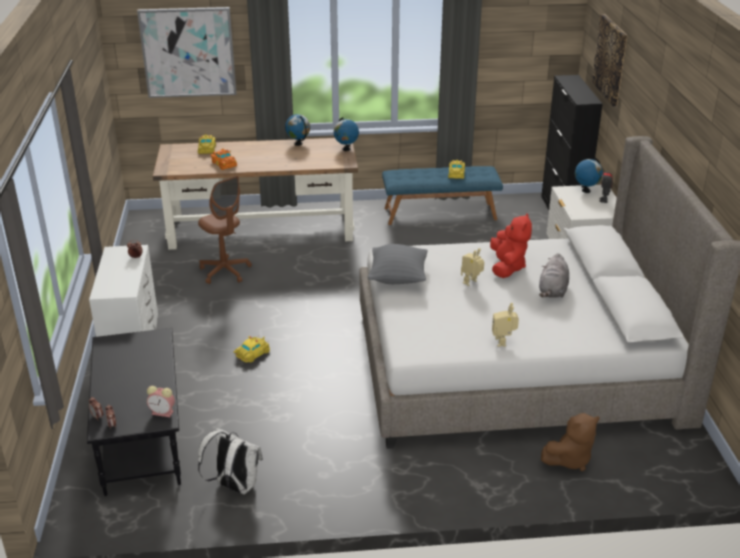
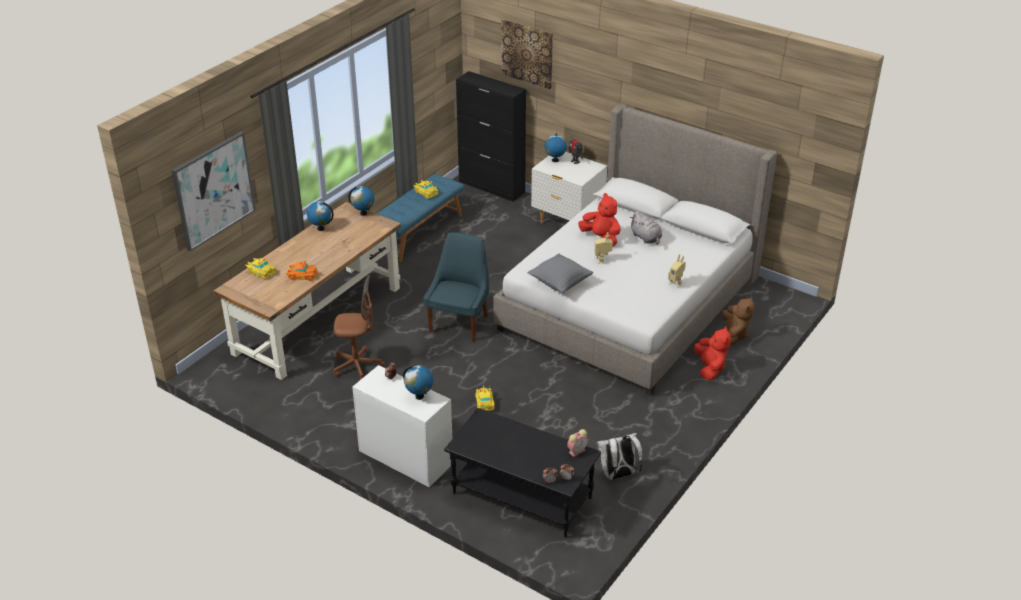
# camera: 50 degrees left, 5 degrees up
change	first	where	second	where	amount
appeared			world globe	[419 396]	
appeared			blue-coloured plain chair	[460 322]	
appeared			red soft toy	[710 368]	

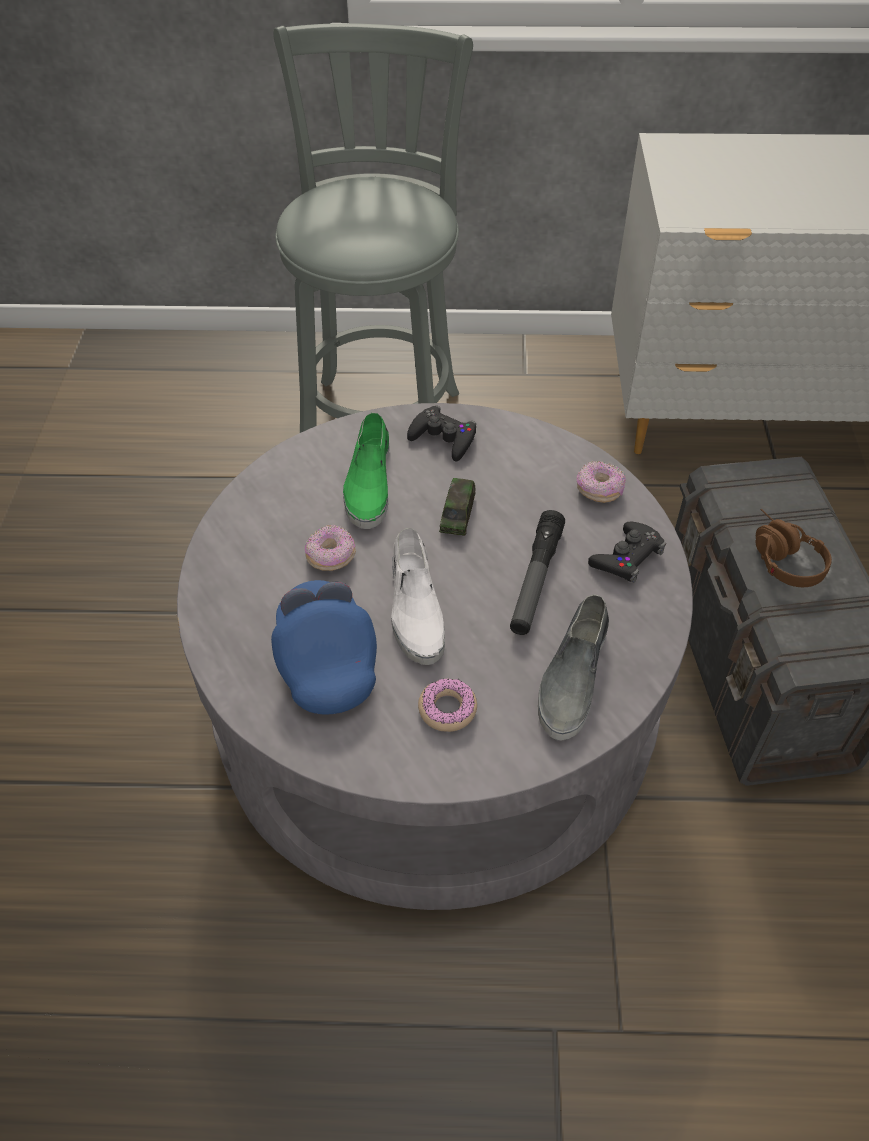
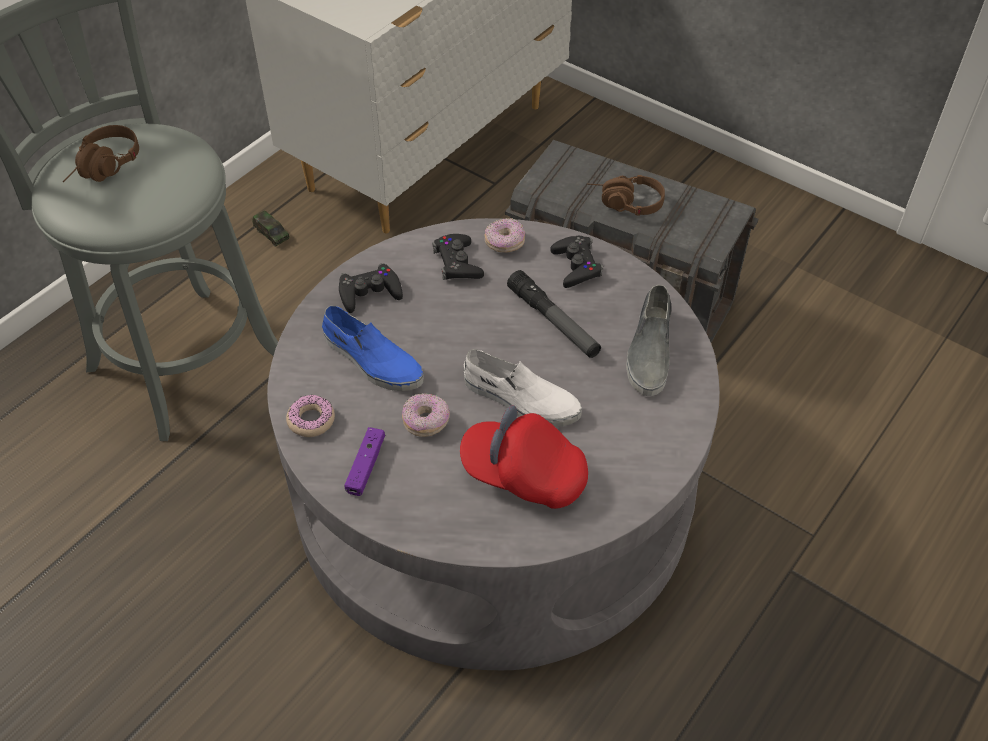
# camera: 55 degrees left, 0 degrees up
change	first	where	second	where	amount
colour	blue-coloured peaked cap	[326 660]	red peaked cap	[523 475]	
colour	green shoe	[369 483]	blue-coloured shoe	[372 360]	
relocated	doughnut	[447 709]		[311 420]	
relocated	miniature car	[457 515]		[271 234]	
spun	grey shoe	[572 677]		[649 351]	45 degrees clockwise
appeared			brown pair of headphones	[104 169]	
appeared			purple-coloured joypad	[366 466]	
appeared			black joypad	[457 263]	

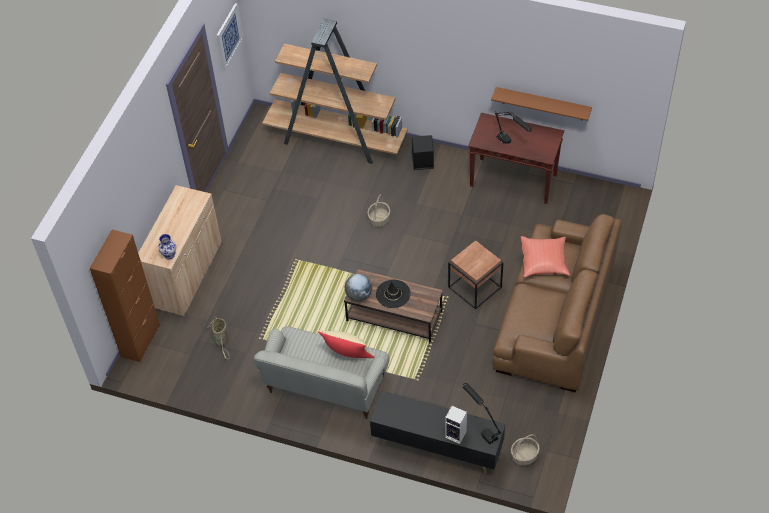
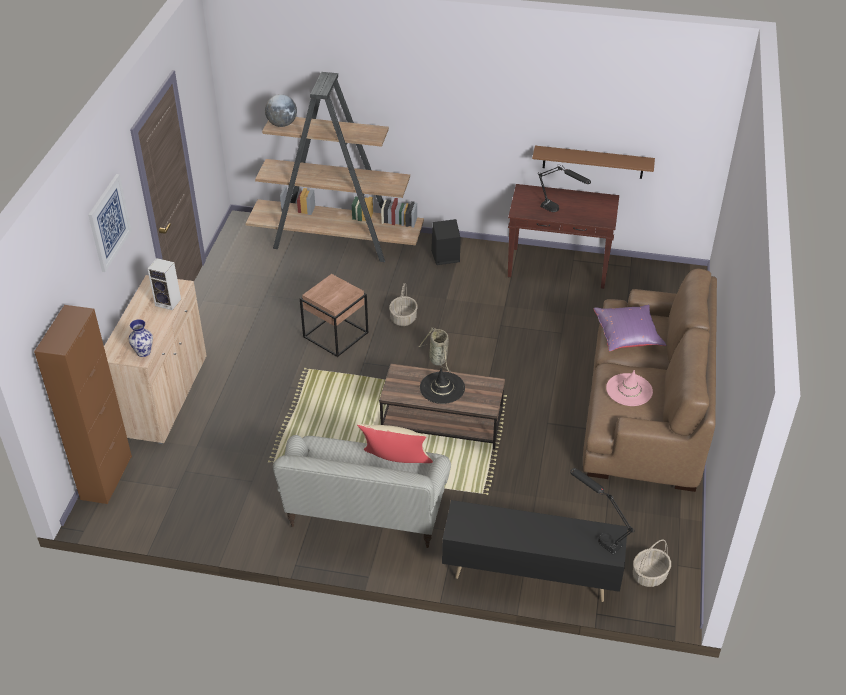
# camera: 10 degrees left, 10 degrees down
change	first	where	second	where	amount
relocated	household basket	[221 341]		[439 361]	
relocated	picture	[229 36]		[109 222]	
relocated	world globe	[359 295]		[282 124]	
relocated	loudspeaker	[456 435]		[169 302]	
relocated	brown side table	[475 287]		[335 334]	
colour	red cushion	[544 262]	purple-coloured cushion	[627 336]	
appeared			pink hat	[629 390]	

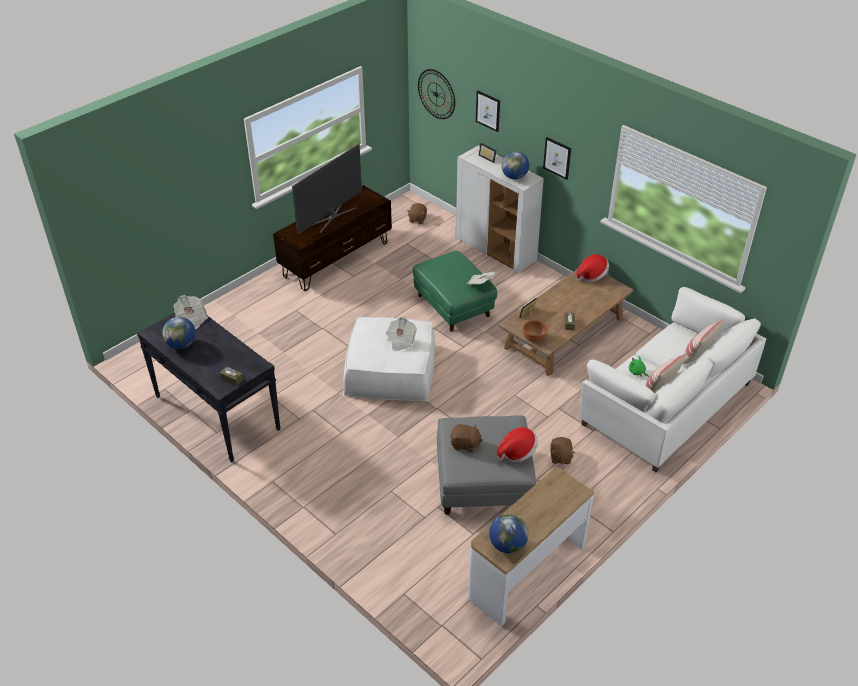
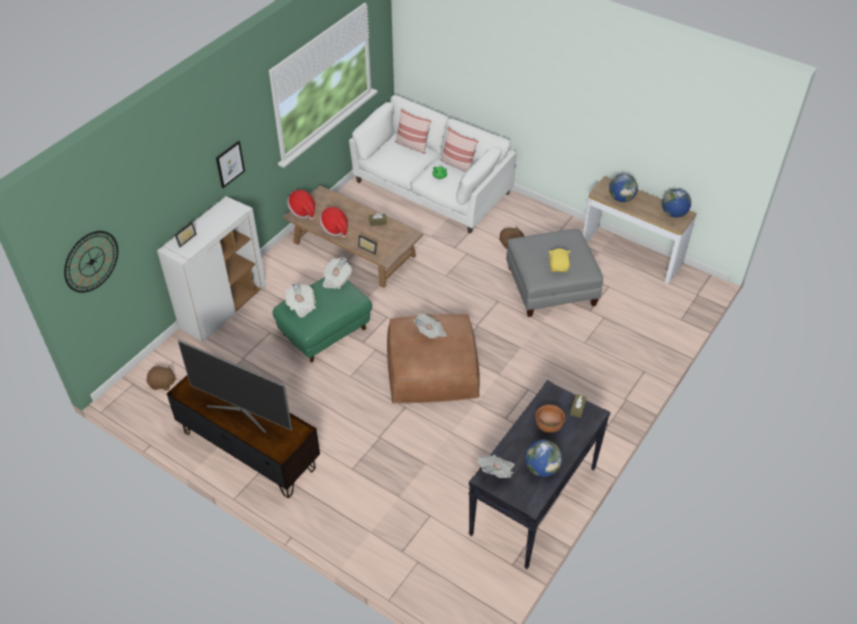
# camera: 100 degrees left, 5 degrees up
change	first	where	second	where	amount
colour	whitish ottoman	[390 369]	brown ottoman	[432 367]	
colour	brown soft toy	[465 444]	yellowish soft toy	[558 267]	
missing	picture	[488 110]			
relocated	hat	[517 452]		[335 228]	
relocated	world globe	[514 177]		[621 198]	
relocated	brown deep dish	[534 338]		[549 426]	
appeared			daily paper	[301 305]	

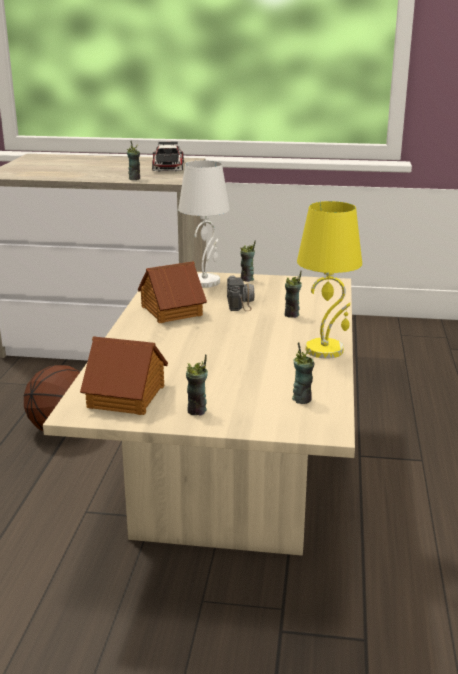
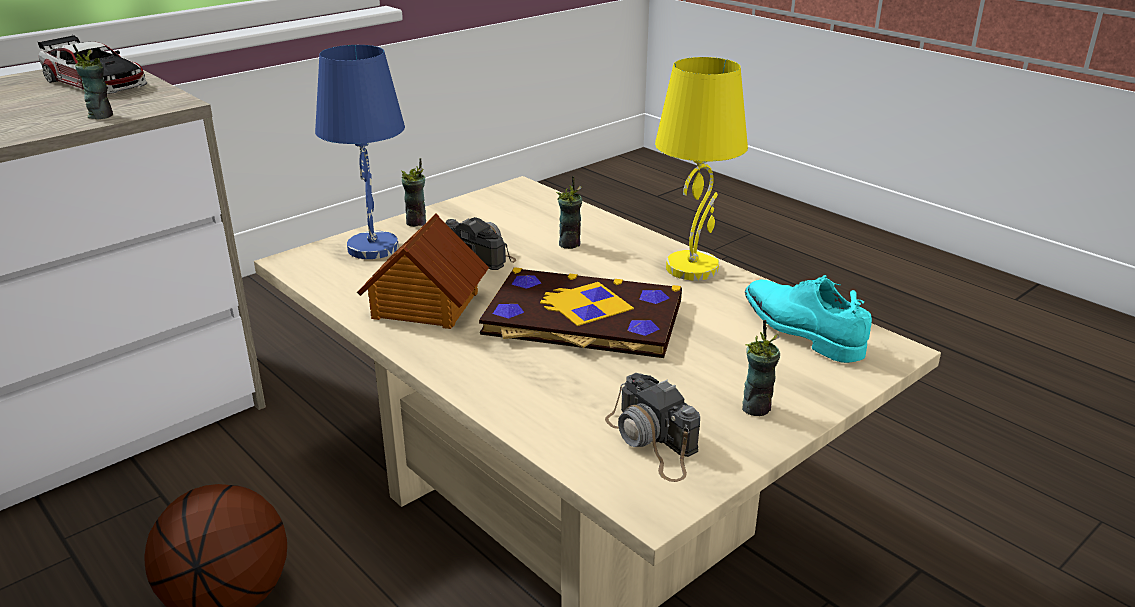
# camera: 50 degrees left, 5 degrees up
change	first	where	second	where	amount
exchanged	toy house	[127 396]	still camera	[653 441]	
colour	whitish lamp for a table	[205 282]	blue-coloured lamp for a table	[372 247]	
exchanged	small cup	[302 399]	turquoise-coloured shoe	[800 331]	
appeared			bound book	[582 319]	

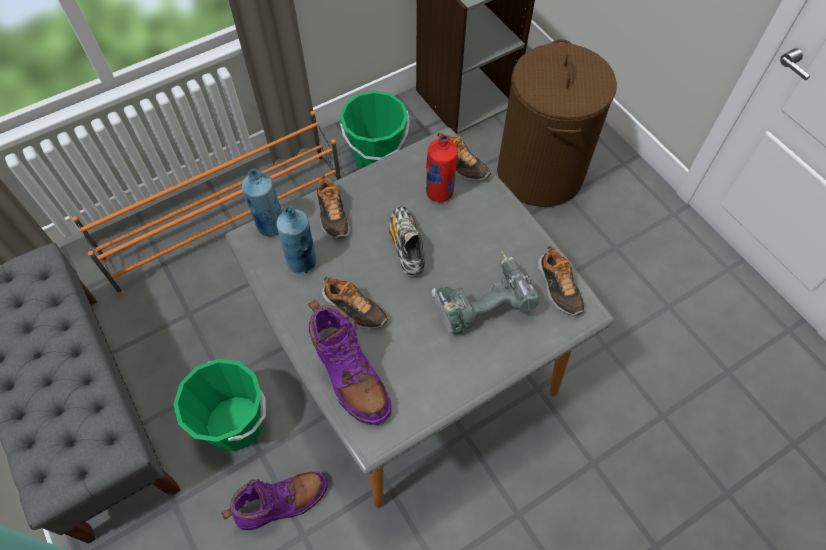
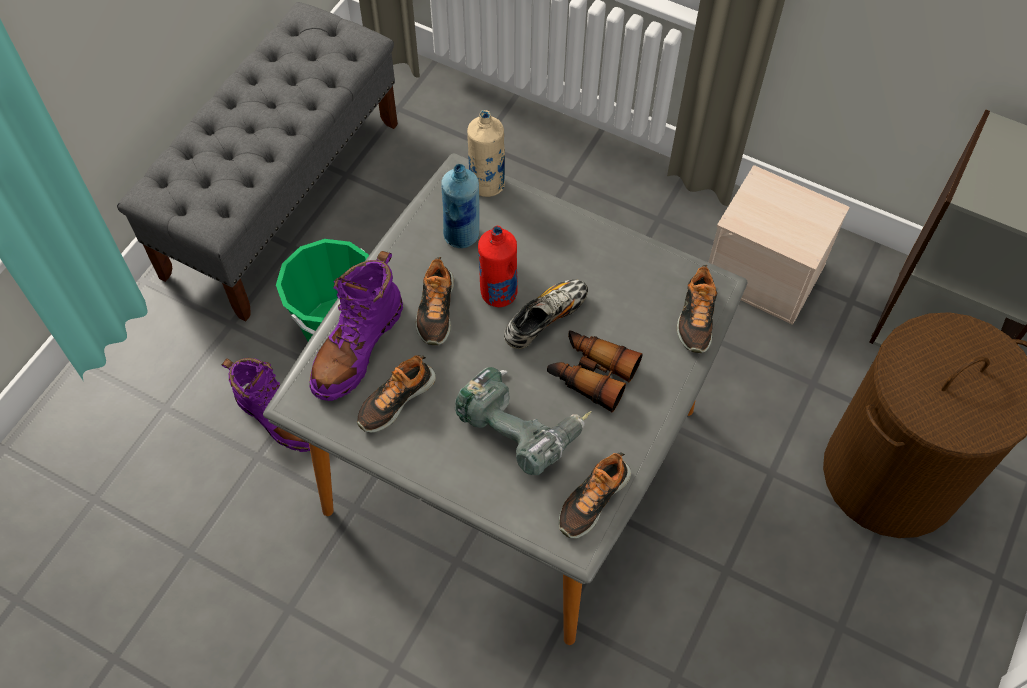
# camera: 60 degrees right, 0 degrees up
change	first	where	second	where	amount
missing	orange shoe stand	[228 222]			
colour	blue-coloured bottle	[270 225]	beige-coloured bottle	[487 184]	
relocated	shoe	[332 214]		[395 400]	
exchanged	green water bucket	[376 156]	beige-coloured storage box	[765 273]	
relocated	red bottle	[439 193]		[498 293]	
appeared			field glasses	[591 374]	

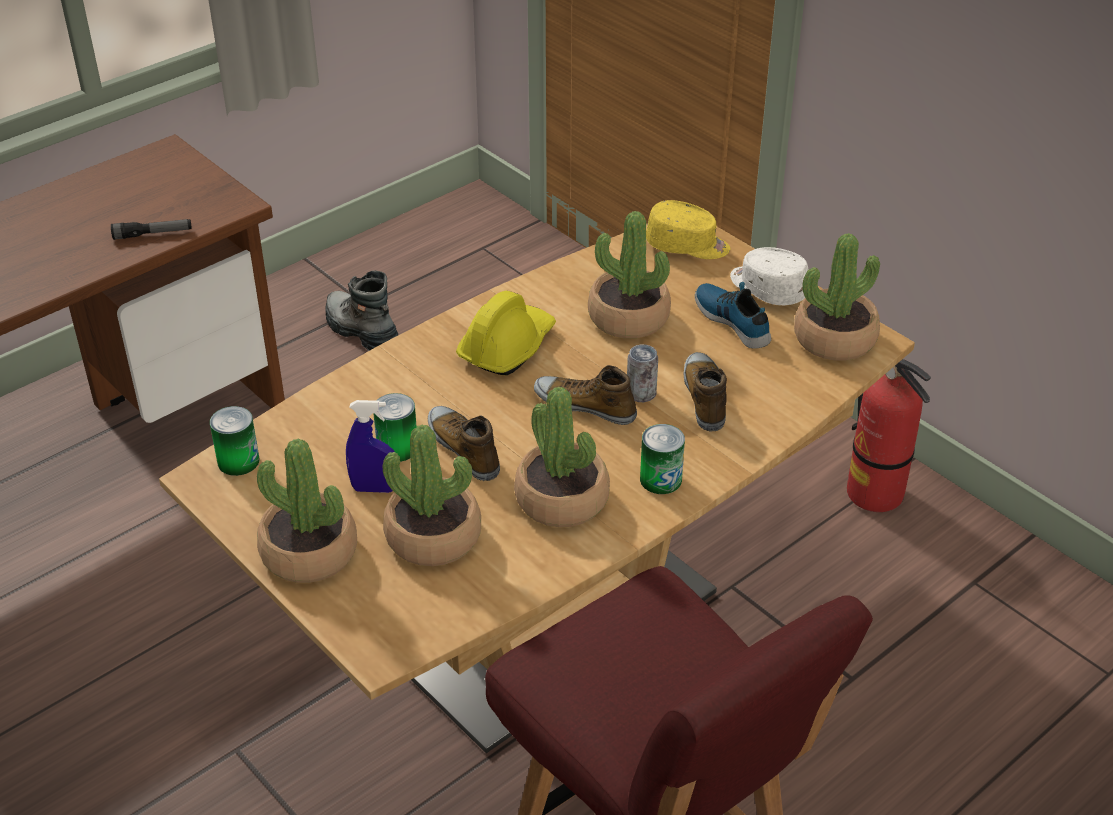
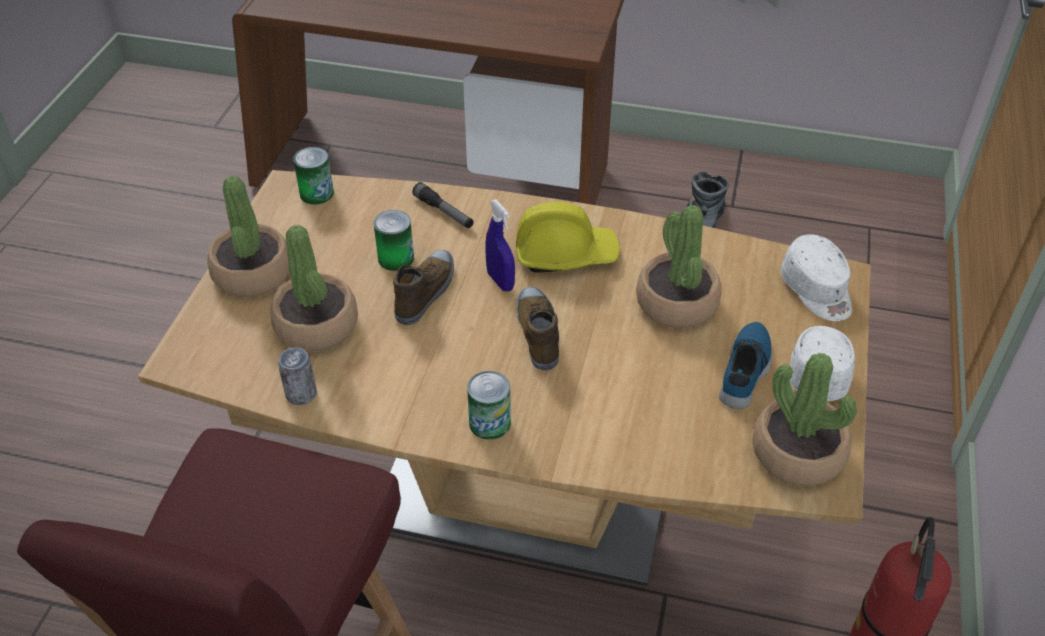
# camera: 55 degrees right, 5 degrees up
change	first	where	second	where	amount
relocated	torch	[153 234]		[444 212]	
relocated	blue-coloured spray bottle	[375 488]		[500 281]	
missing	houseplant	[562 499]			
relocated	can	[641 394]		[301 394]	
colour	yellowish peaked cap	[687 246]	whitish peaked cap	[817 291]	
missing	shoe	[705 397]			

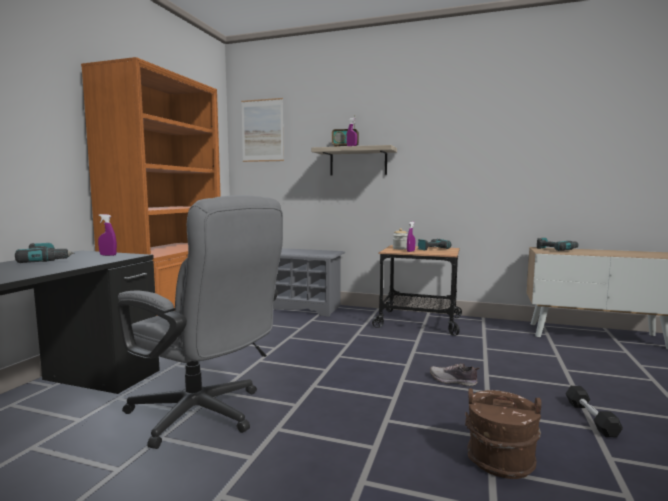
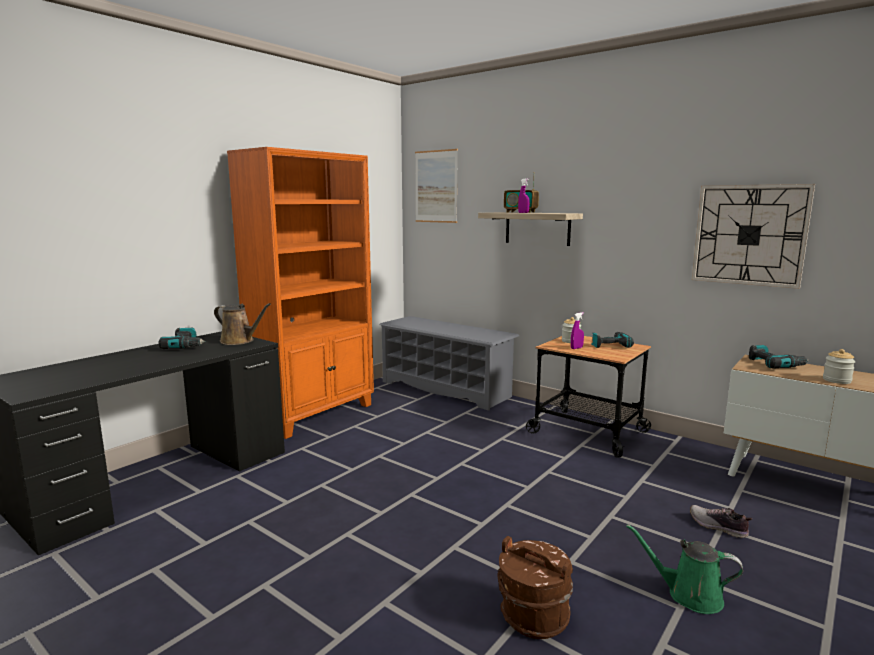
# camera: 20 degrees right, 5 degrees up
change	first	where	second	where	amount
exchanged	purple-coloured spray bottle	[108 255]	brown watering pot	[239 341]	
missing	grey desk chair	[204 415]			
relocated	shoe	[453 381]		[718 527]	
exchanged	black hand weight	[591 418]	green watering pot	[689 595]	
appeared			wall clock	[749 235]	
appeared			jar	[836 380]	

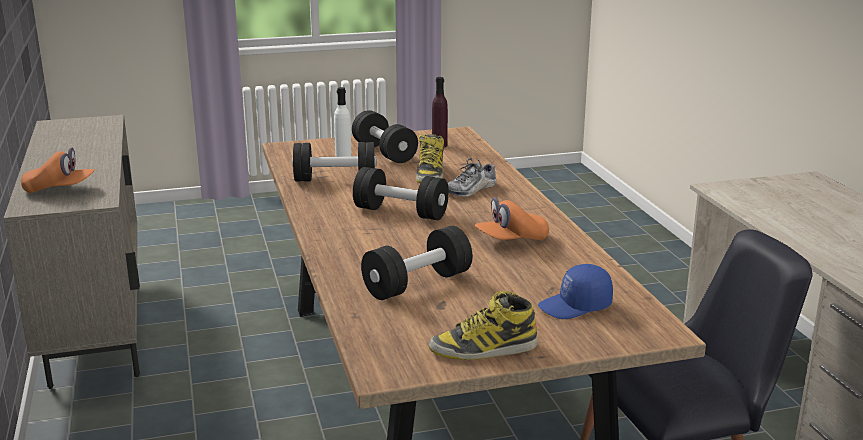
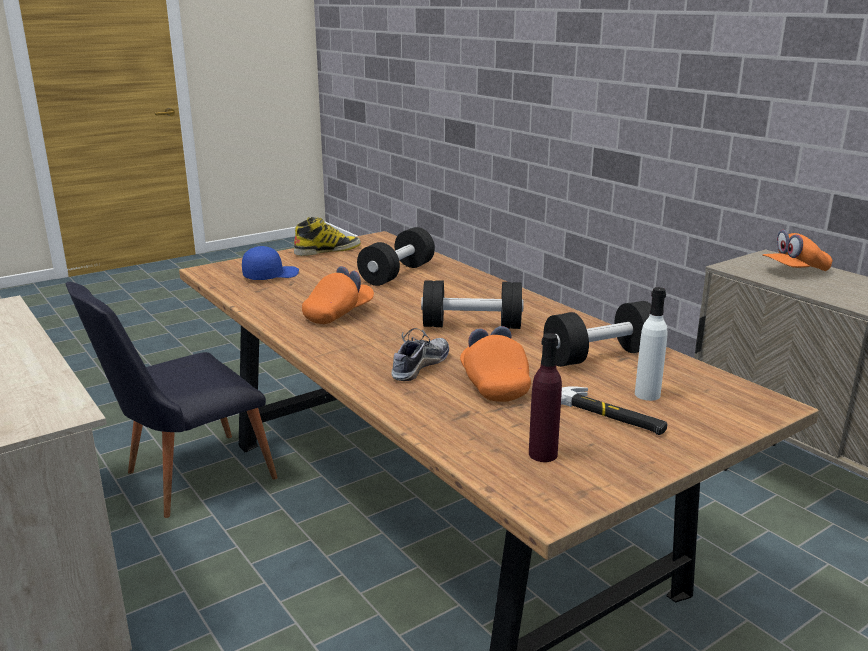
# camera: 160 degrees right, 0 degrees up
change	first	where	second	where	amount
exchanged	black hand weight	[384 153]	hand hammer	[607 417]	
exchanged	high-top boot	[430 174]	orange peaked cap	[493 384]	

